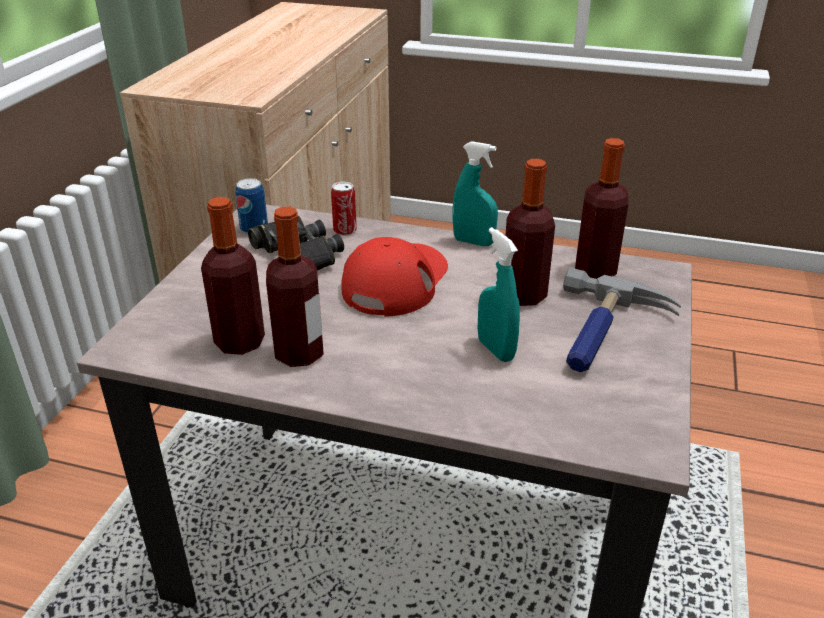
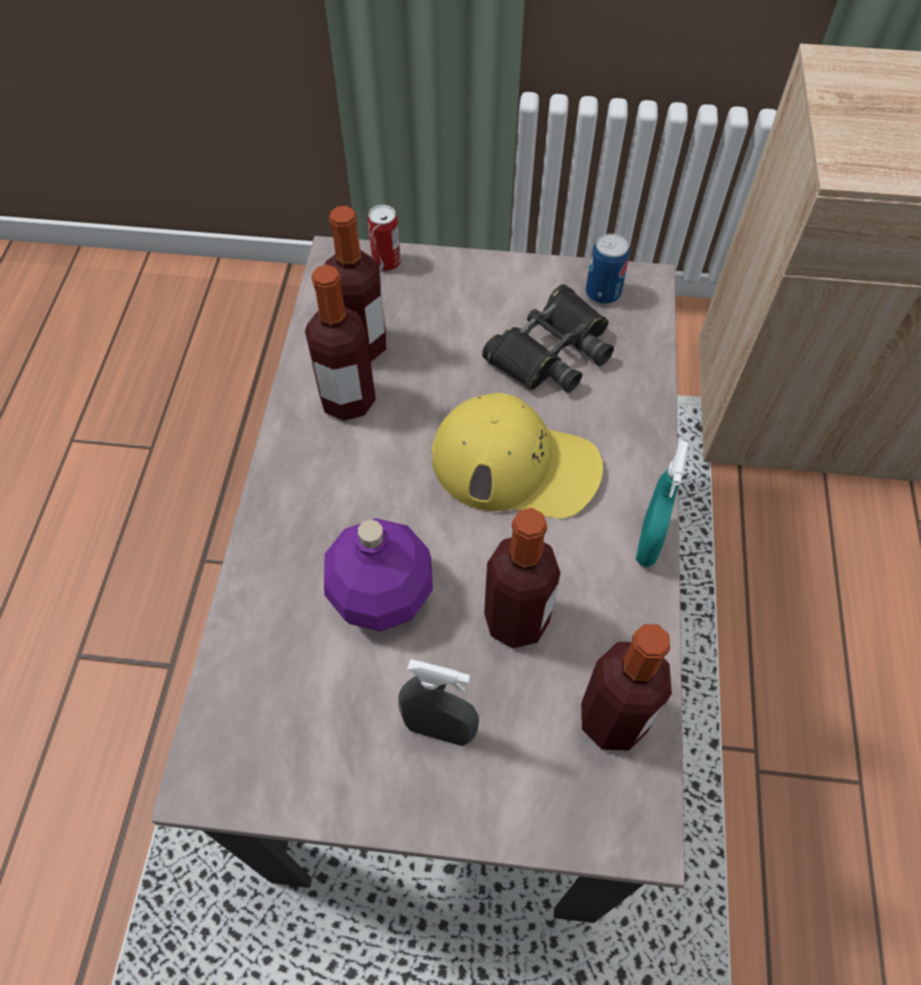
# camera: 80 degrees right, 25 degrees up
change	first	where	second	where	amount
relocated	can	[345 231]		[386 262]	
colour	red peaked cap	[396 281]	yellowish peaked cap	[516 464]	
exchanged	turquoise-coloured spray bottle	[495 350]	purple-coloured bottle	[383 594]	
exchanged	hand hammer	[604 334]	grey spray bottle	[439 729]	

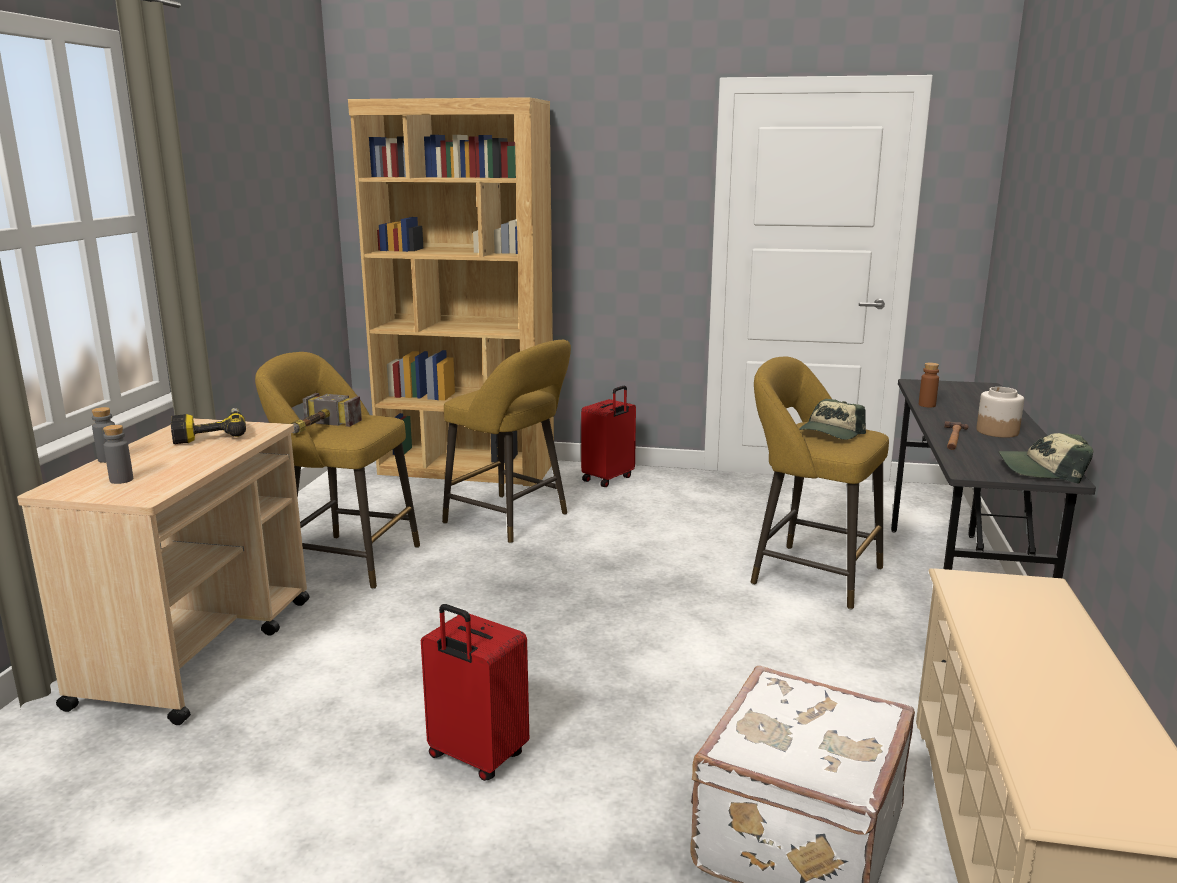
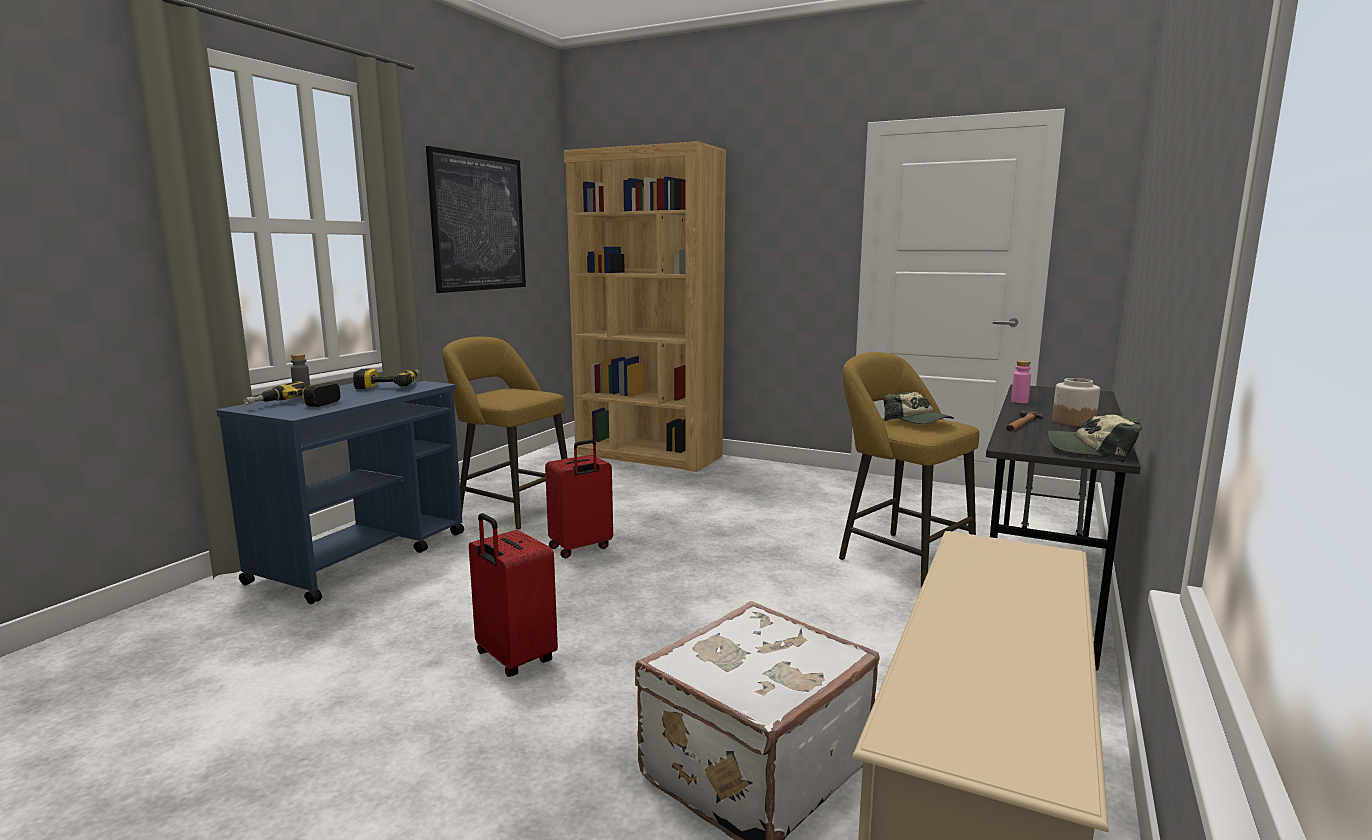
# camera: 15 degrees right, 5 degrees down
change	first	where	second	where	amount
colour	beige-coloured wheeled cart	[199 650]	blue-coloured wheeled cart	[363 556]	
exchanged	grey bottle	[121 480]	drill	[294 405]	
missing	hand hammer	[316 430]			
missing	yellowish stool seat	[511 520]			
relocated	red travel case	[608 479]		[581 548]	
spun	peaked cap	[831 433]		[918 421]	90 degrees counterclockwise
colour	brown bottle	[927 405]	pink bottle	[1019 401]	
appeared			picture	[479 223]	

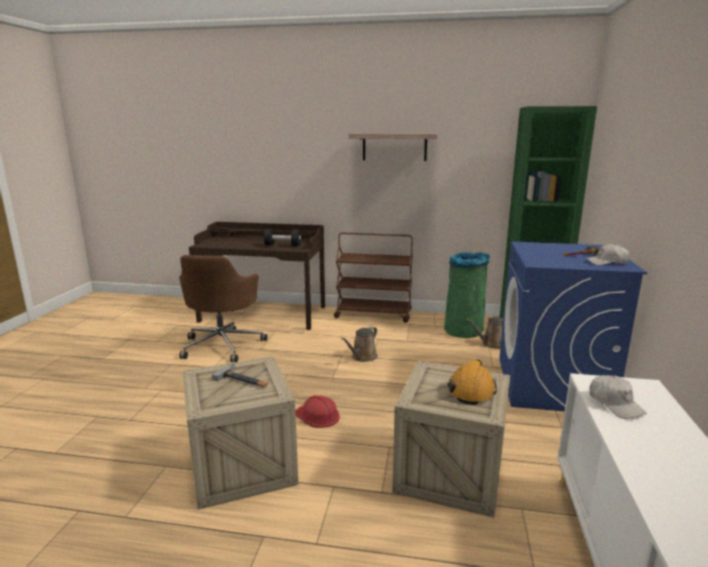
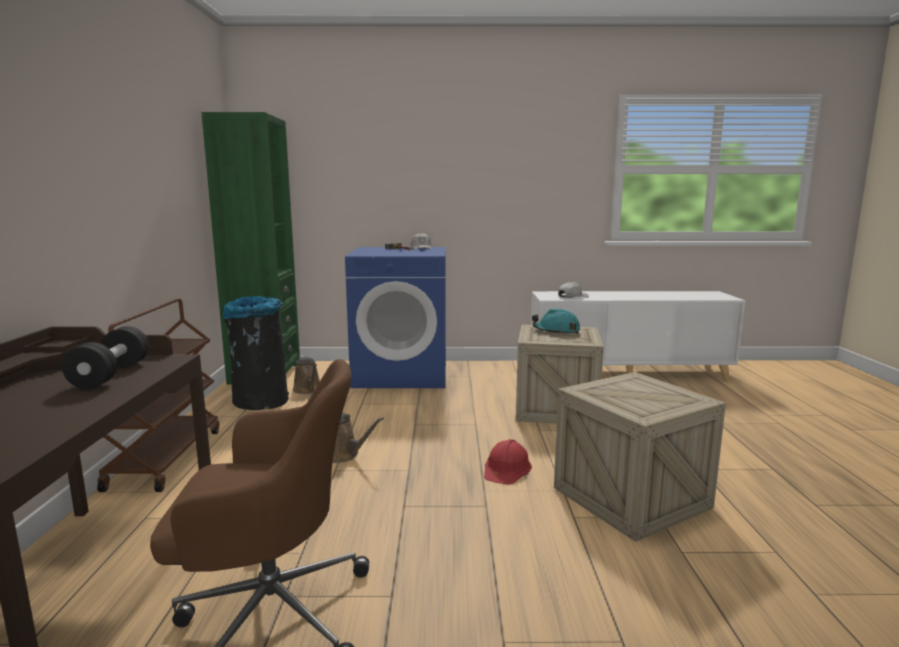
# camera: 100 degrees left, 5 degrees down
change	first	where	second	where	amount
missing	hand hammer	[244 380]			
missing	wall shelf	[394 146]			
colour	green waste bin	[464 329]	black waste bin	[260 401]	
colour	orange hard hat	[471 390]	turquoise-coloured hard hat	[556 331]	

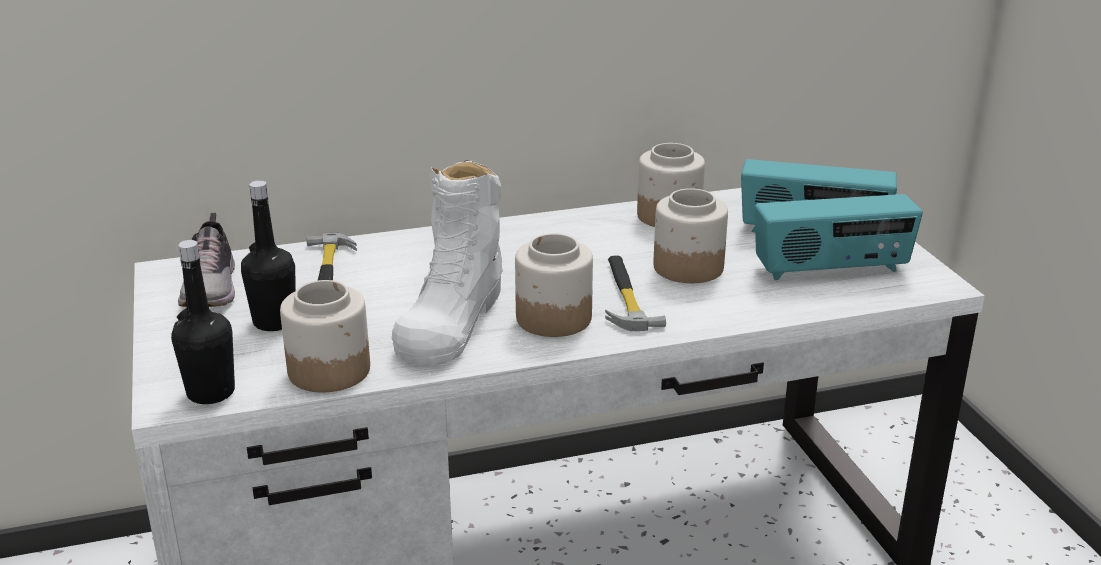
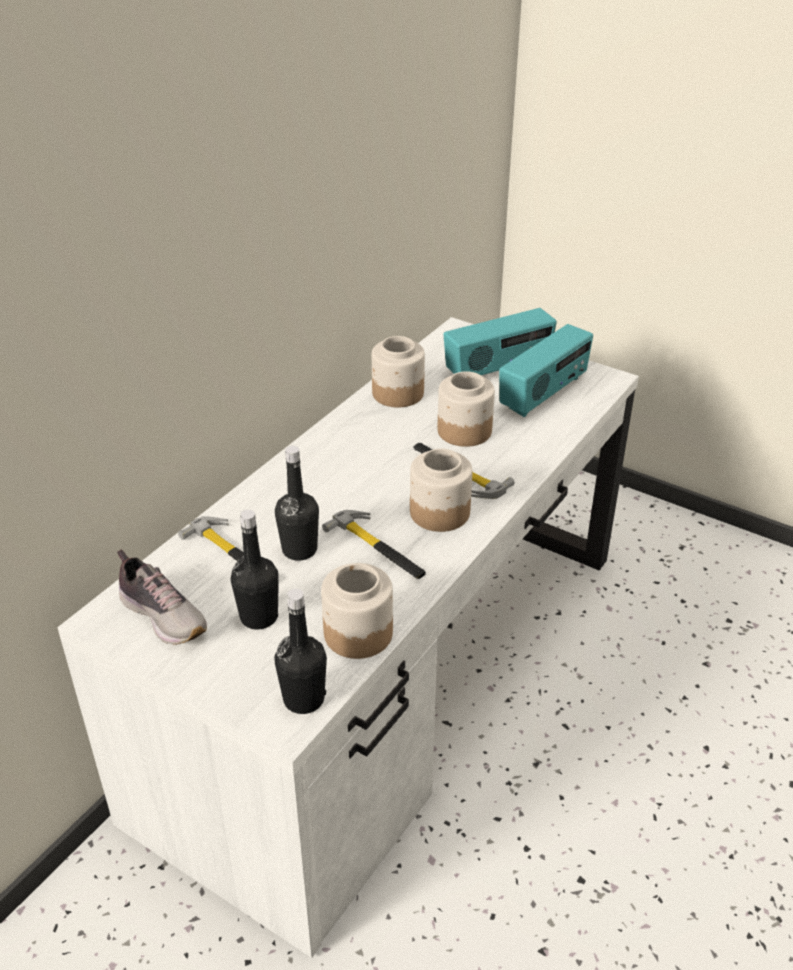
# camera: 40 degrees left, 10 degrees up
change	first	where	second	where	amount
exchanged	whitish high-top boot	[452 320]	hand hammer	[379 548]	
appeared			black bottle	[299 550]	

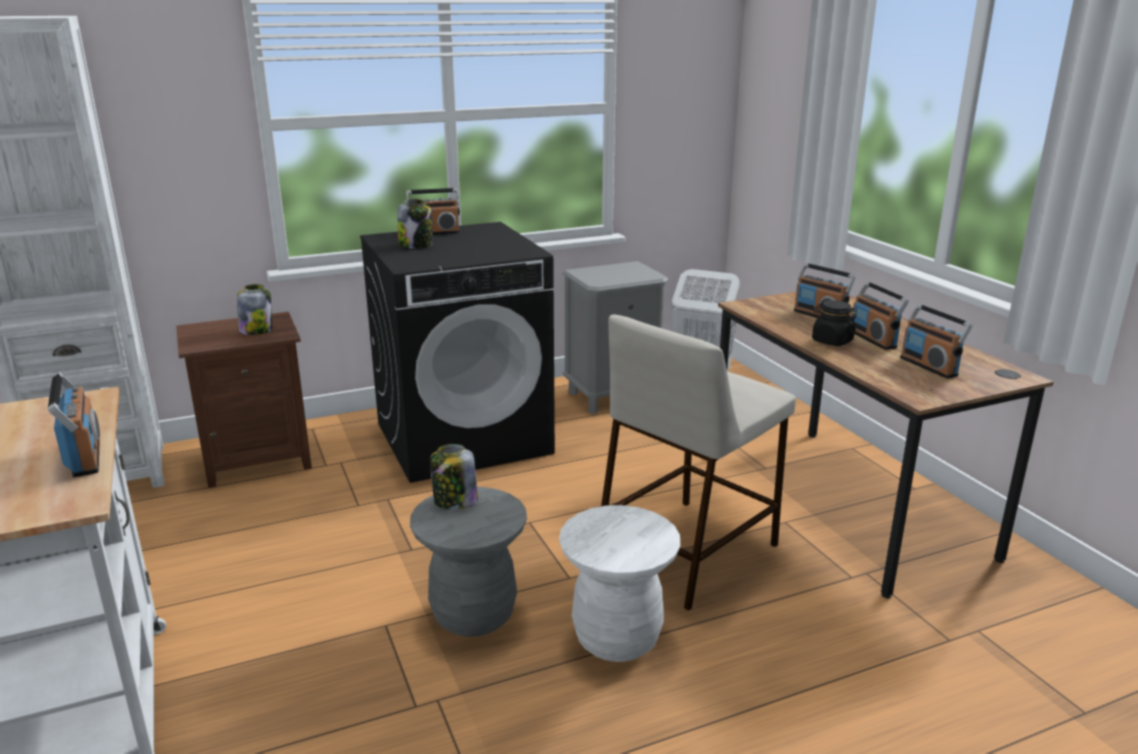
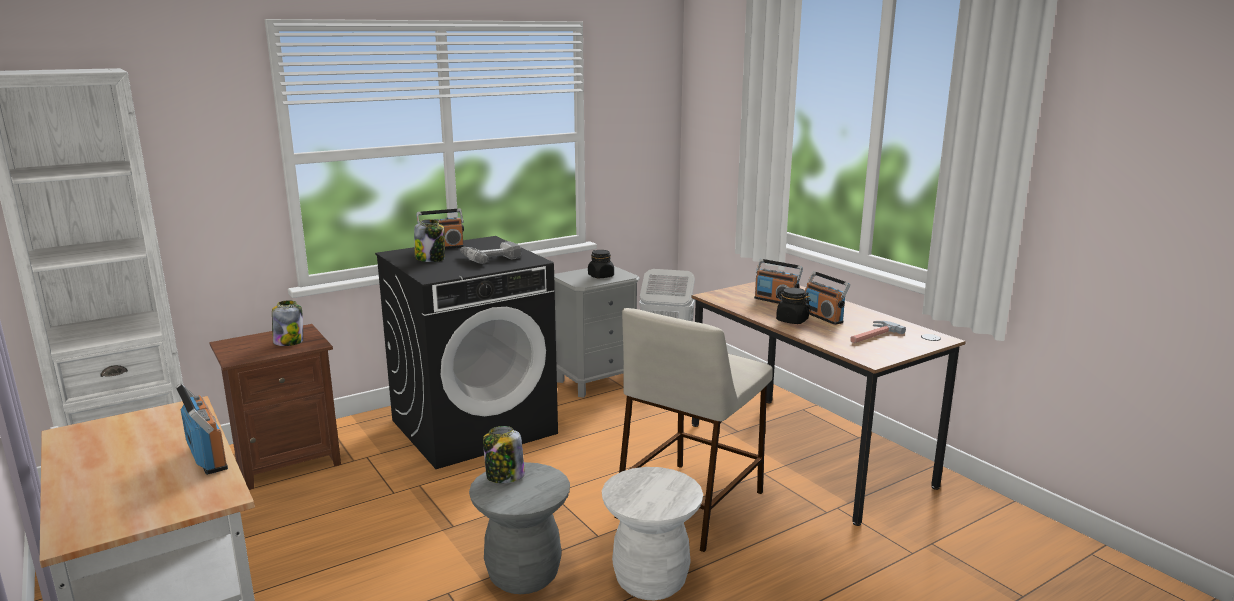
# camera: 10 degrees left, 5 degrees down
change	first	where	second	where	amount
exchanged	radio set	[929 366]	hand hammer	[871 335]	
appeared			drill	[489 258]	
appeared			black jar	[601 276]	

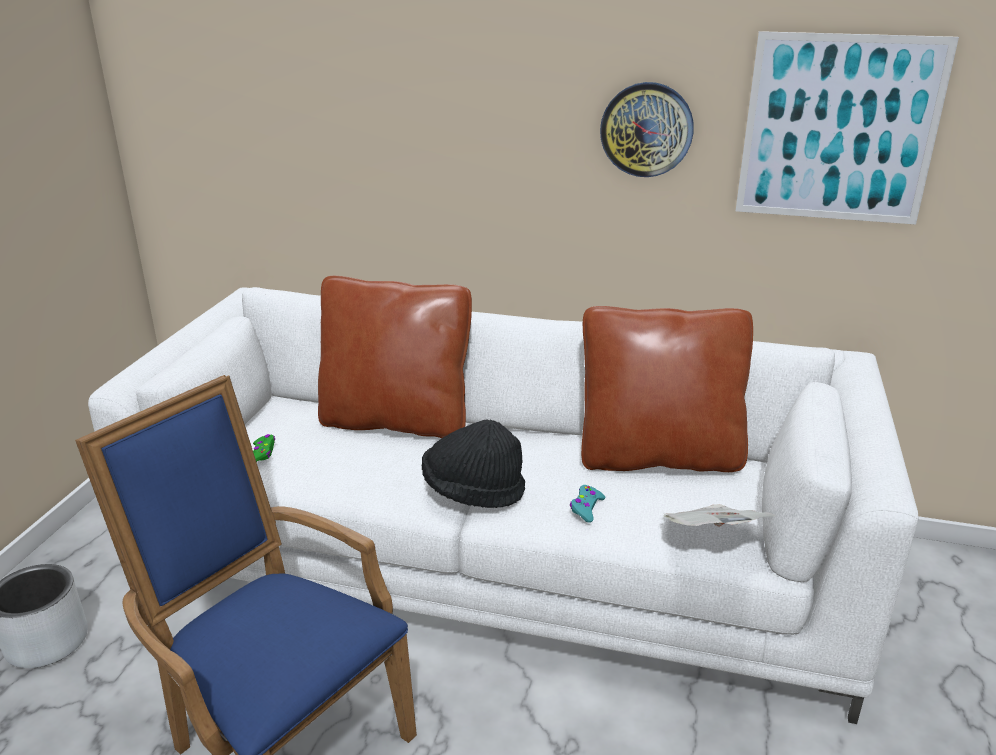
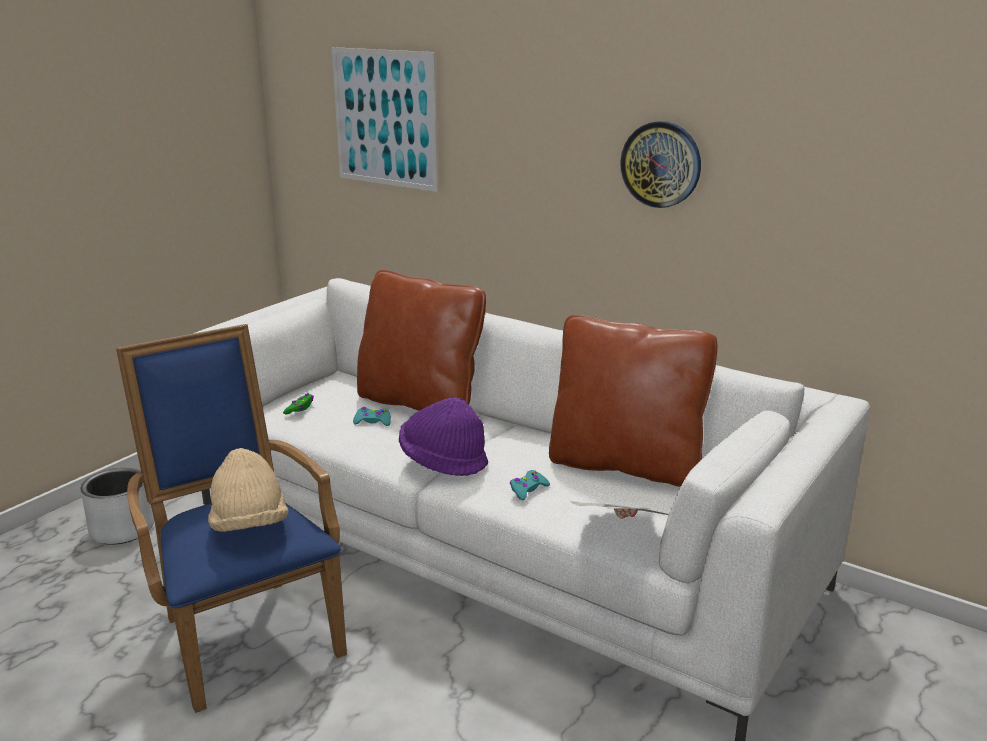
# camera: 20 degrees right, 5 degrees down
change	first	where	second	where	amount
colour	black hat	[473 491]	purple-coloured hat	[443 461]	
relocated	picture	[839 129]		[385 118]	
appeared			beige-coloured hat	[249 526]	
appeared			turquoise-coloured joypad	[373 421]	

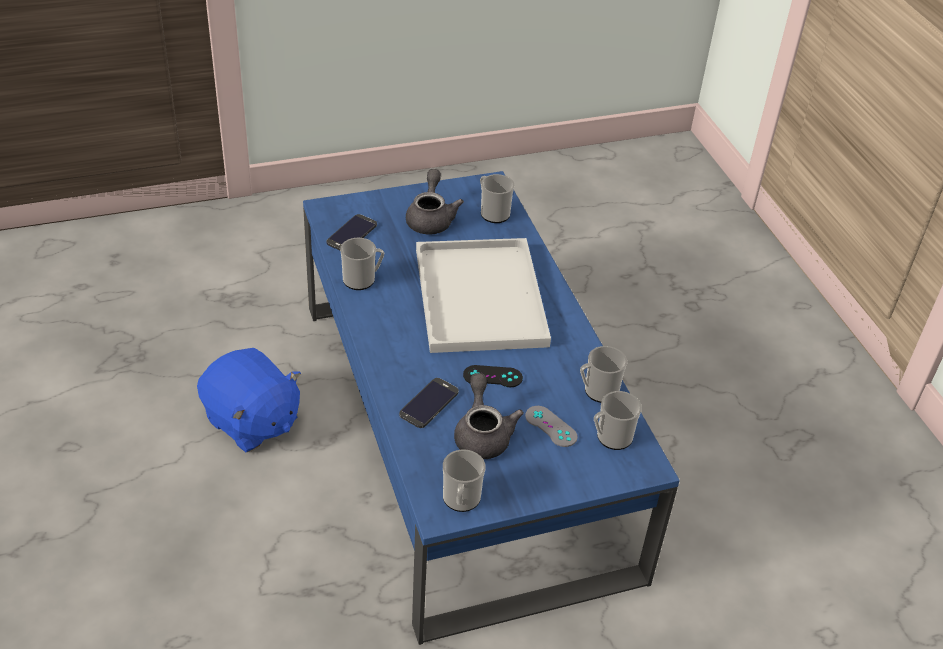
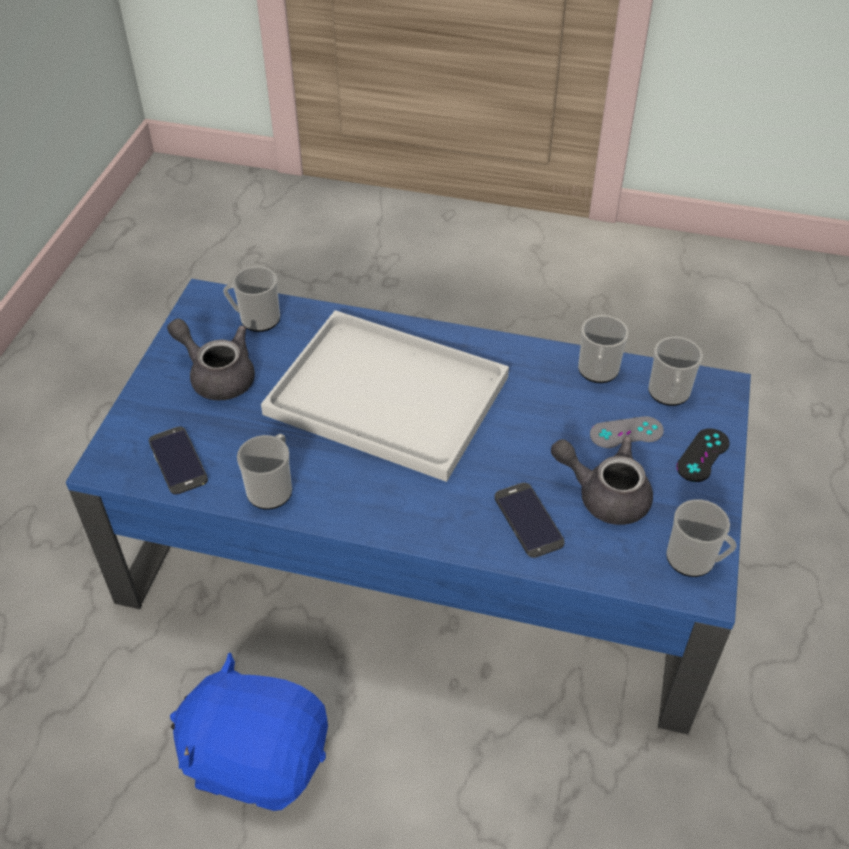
# camera: 55 degrees left, 5 degrees up
change	first	where	second	where	amount
spun	blue-coloured soft toy	[251 422]		[257 757]	150 degrees counterclockwise
relocated	black joypad	[492 376]		[703 455]	

